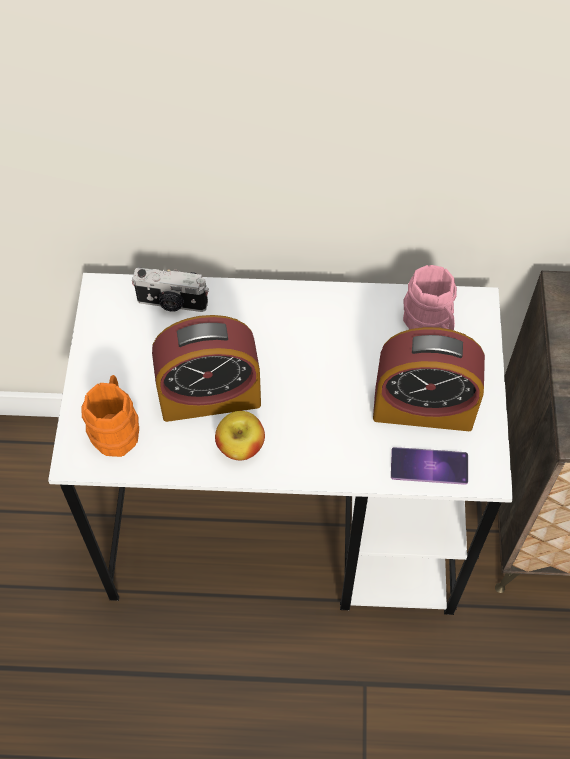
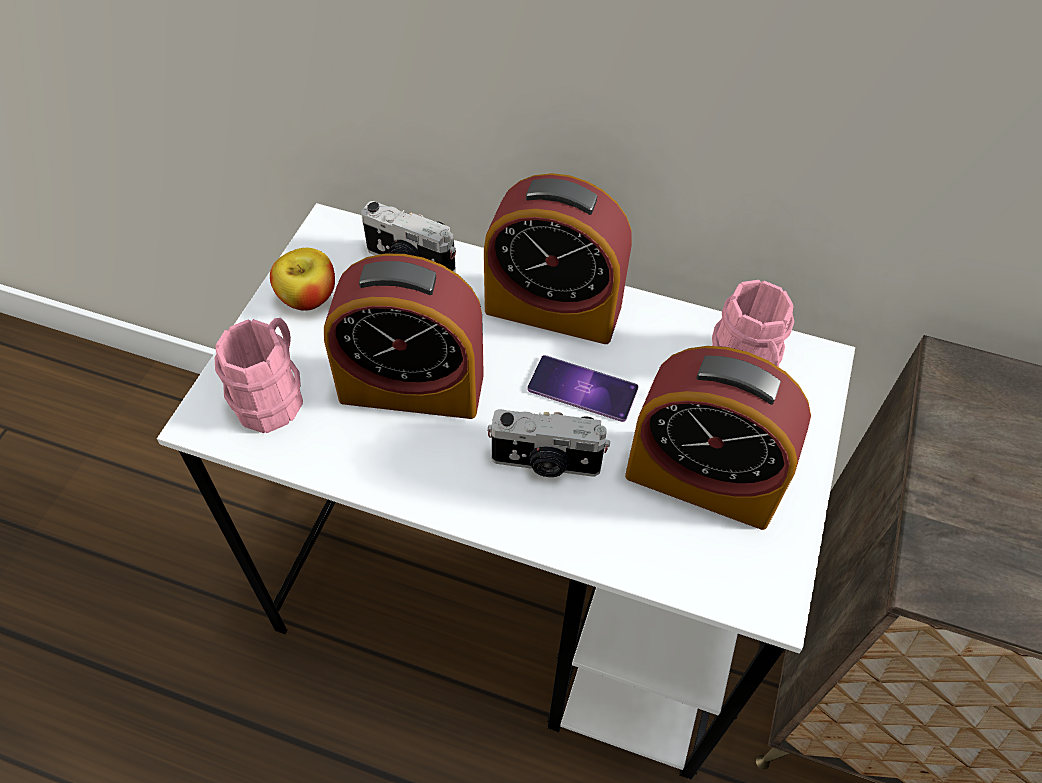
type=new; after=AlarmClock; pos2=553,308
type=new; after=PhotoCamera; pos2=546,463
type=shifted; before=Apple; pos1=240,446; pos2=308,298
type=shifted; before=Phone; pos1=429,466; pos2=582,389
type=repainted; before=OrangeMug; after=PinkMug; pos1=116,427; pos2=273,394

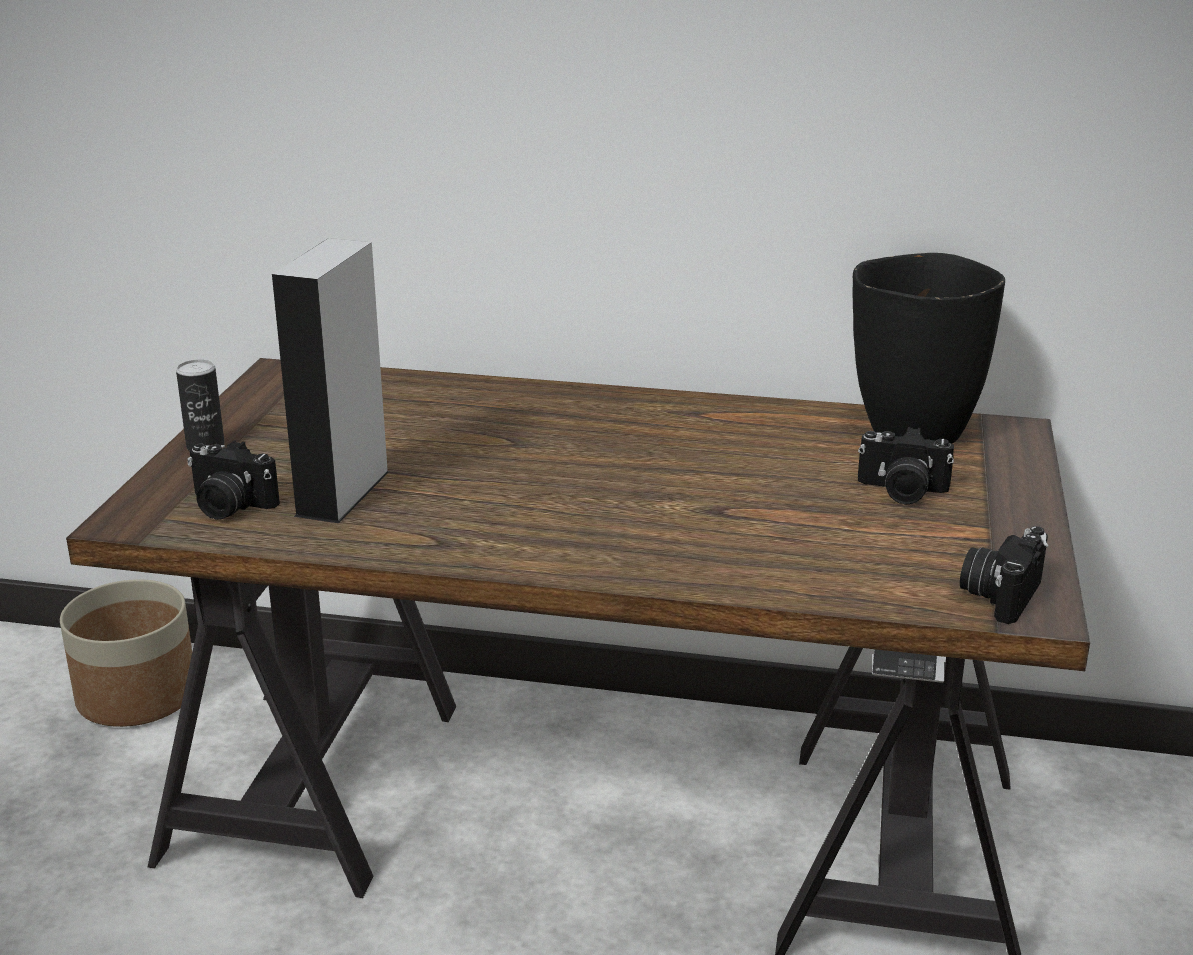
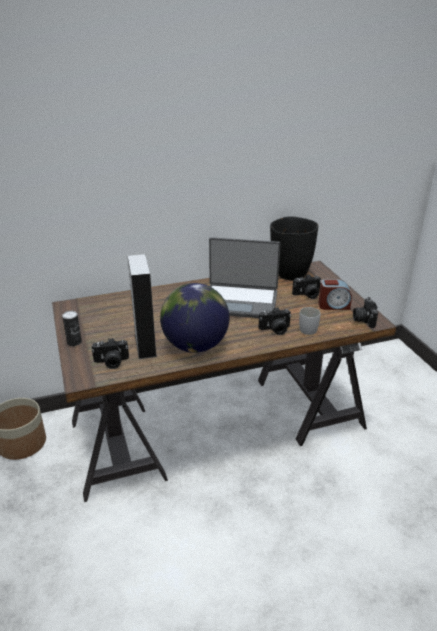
type=new; after=Globe; pos2=195,346
type=new; after=Laptop; pos2=240,302
type=new; after=PhotoCamera; pos2=275,330
type=new; after=WhiteMug; pos2=309,328
type=new; after=AlarmClock; pos2=333,305

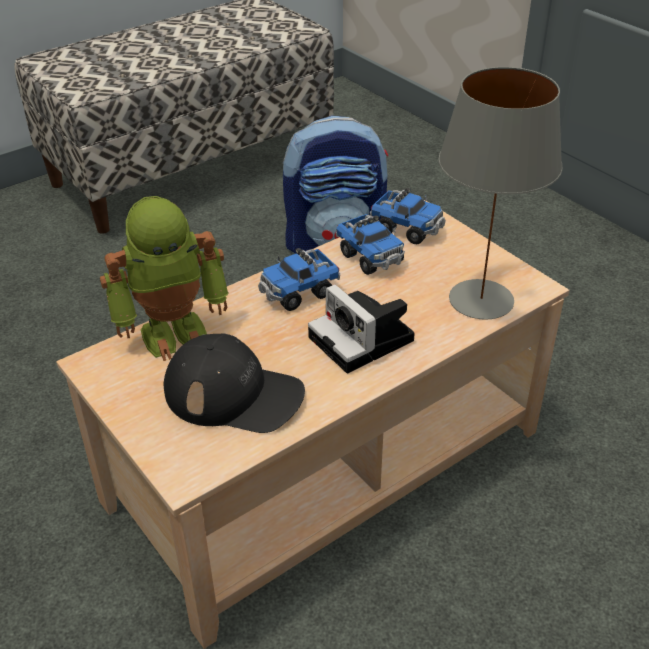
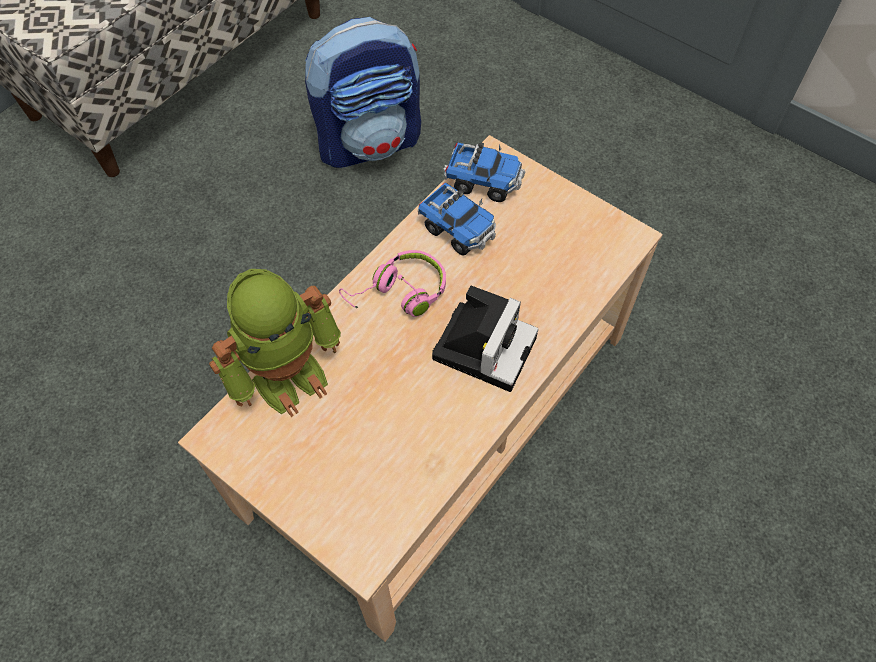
type=gone; before=BlackCap; pos1=234,394
type=gone; before=GreyTableLamp; pos1=480,298
type=swapped; before=ToyTruck; after=PinkHeadphones; pos1=299,292; pos2=399,293
type=rotated; before=PhotoCamera; pos1=364,340; pos2=484,344; turn=-105

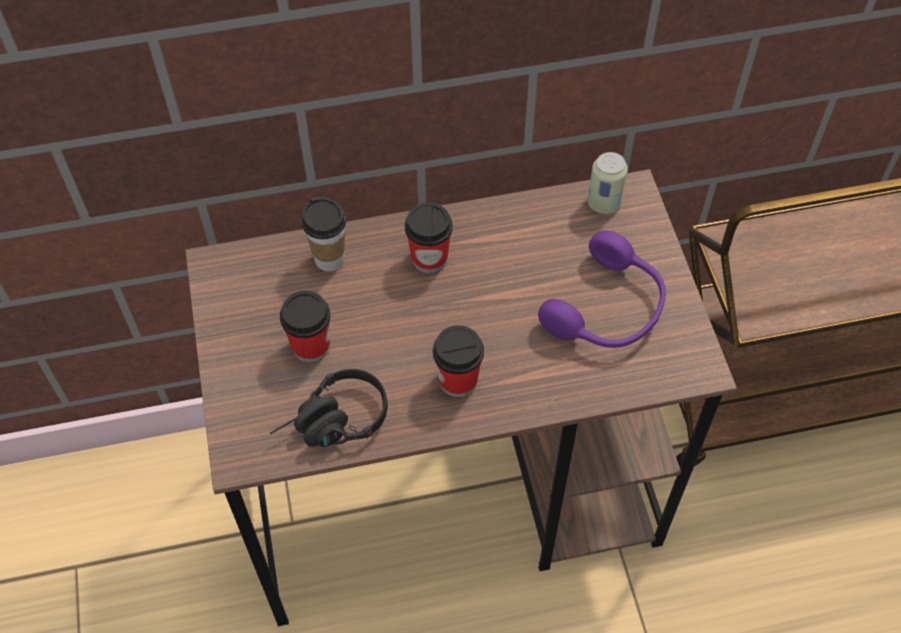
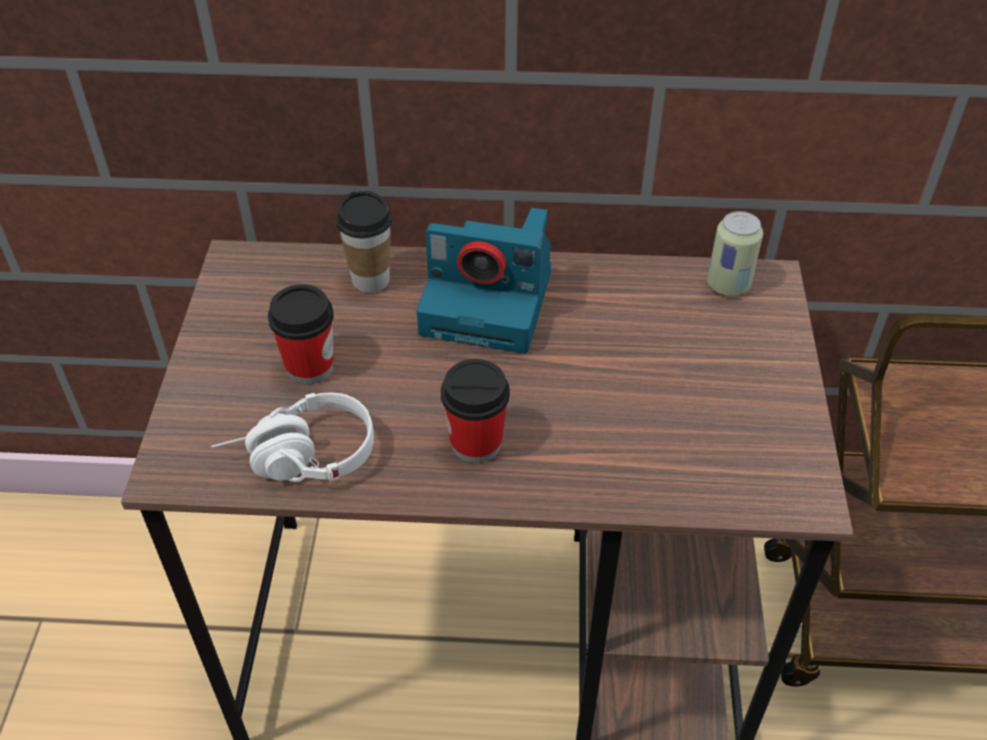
type=gone; before=PurpleHeadphones; pos1=608,309
type=swapped; before=Cup; after=PhotoCamera; pos1=429,258; pos2=490,302
type=repainted; before=BlackHeadphones; after=WhiteHeadphones; pos1=332,425; pos2=298,460

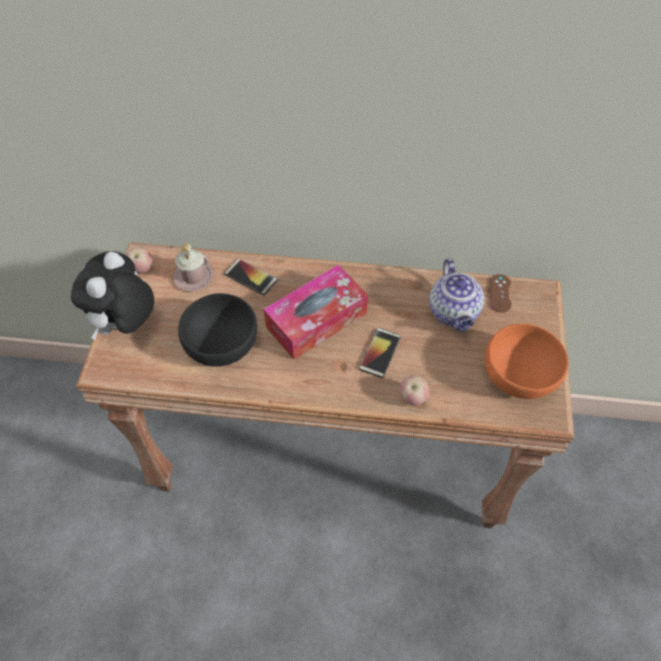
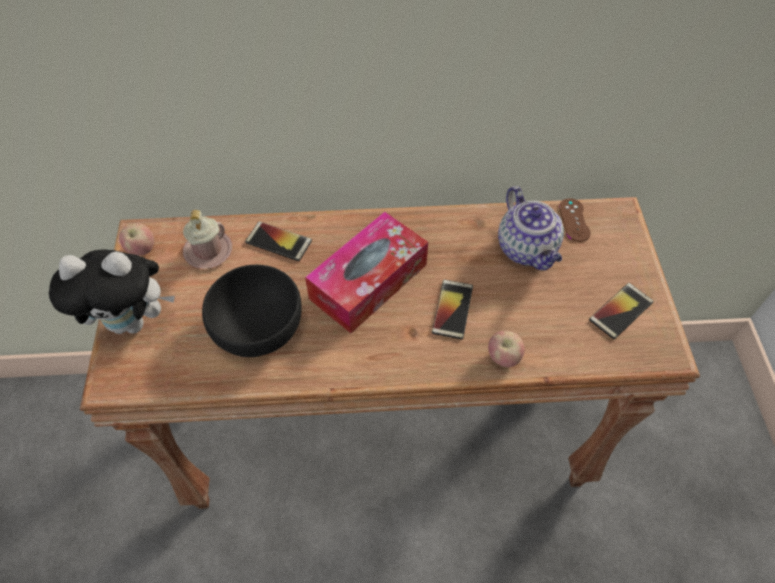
type=swapped; before=OrangeBowl; after=Phone; pos1=520,375; pos2=621,311
type=rotated; before=PlushToy; pos1=126,325; pos2=133,321; turn=-105

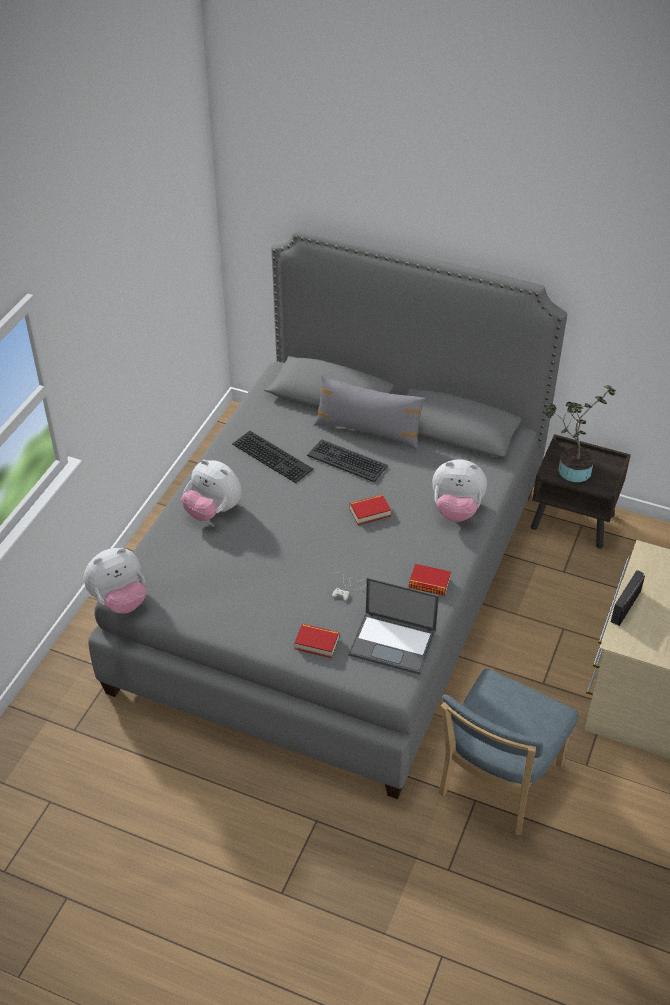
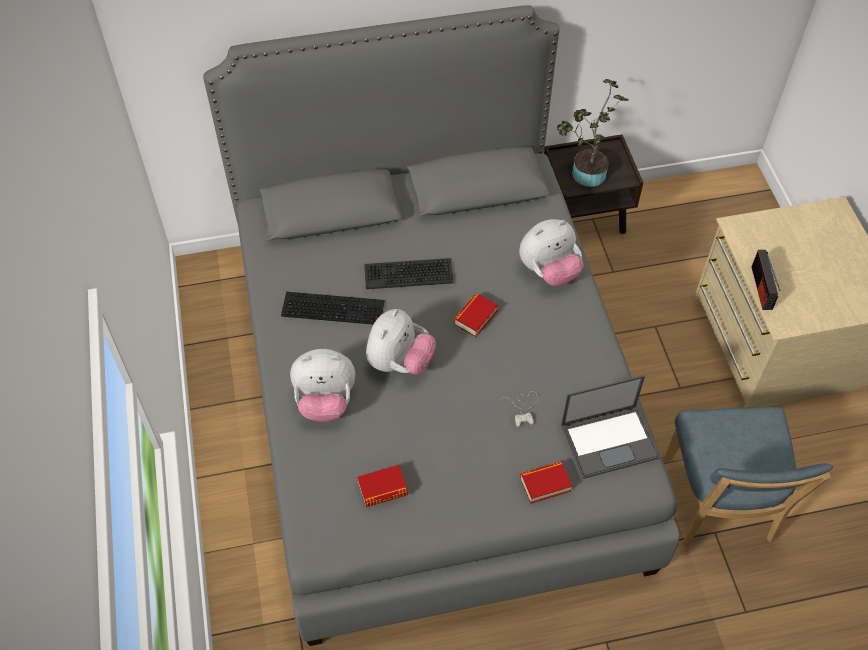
type=gone; before=GreyPillow; pos1=368,431
type=shifted; before=PlushToy; pos1=120,600; pos2=399,362
type=shifted; before=Book; pos1=429,583; pos2=382,489

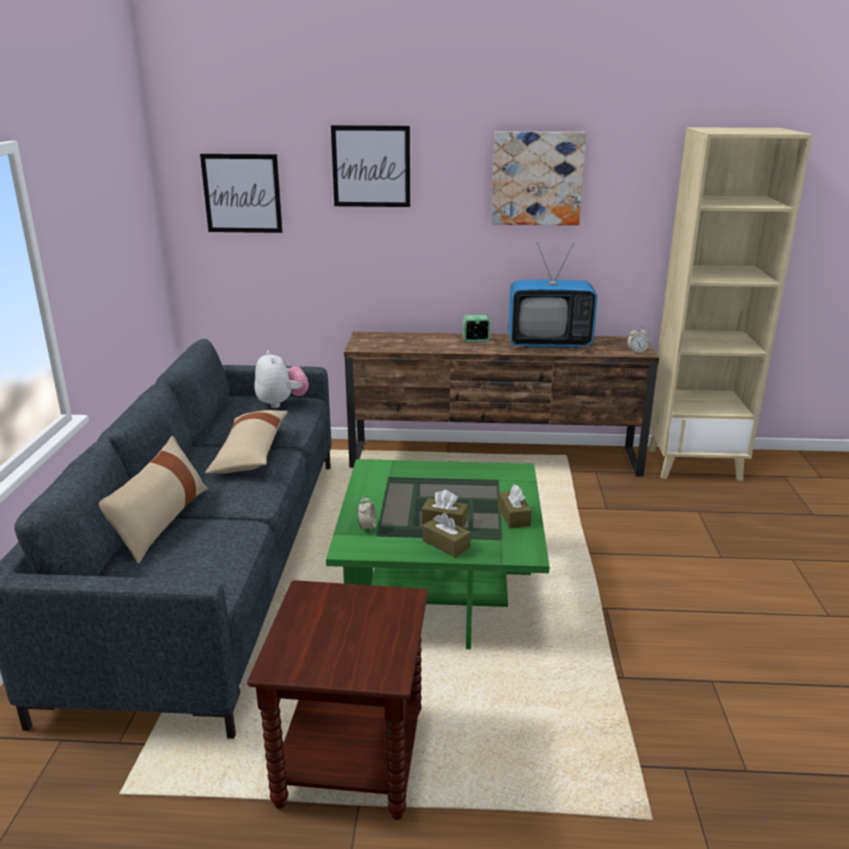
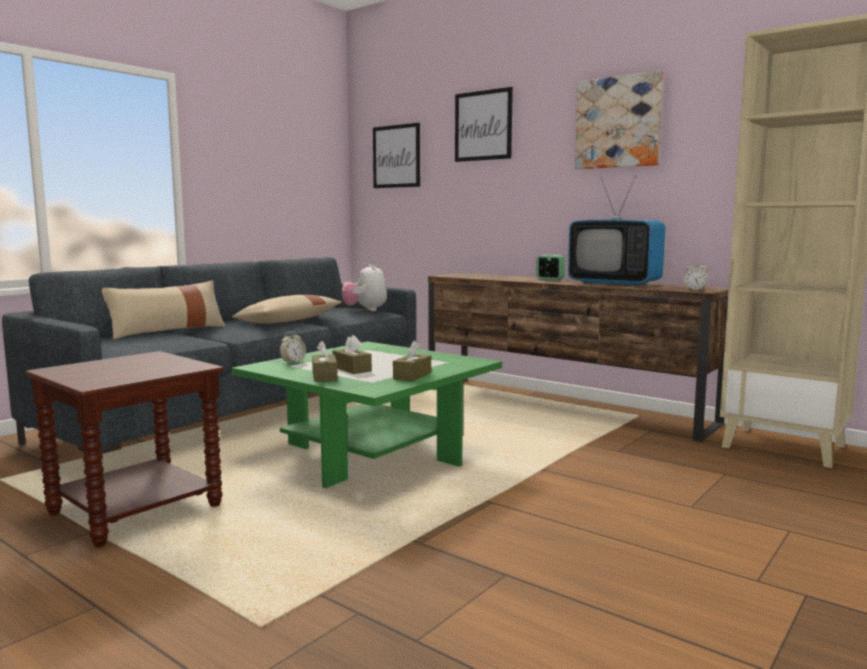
type=rotated; before=PlushToy; pos1=281,403; pos2=365,310; turn=150

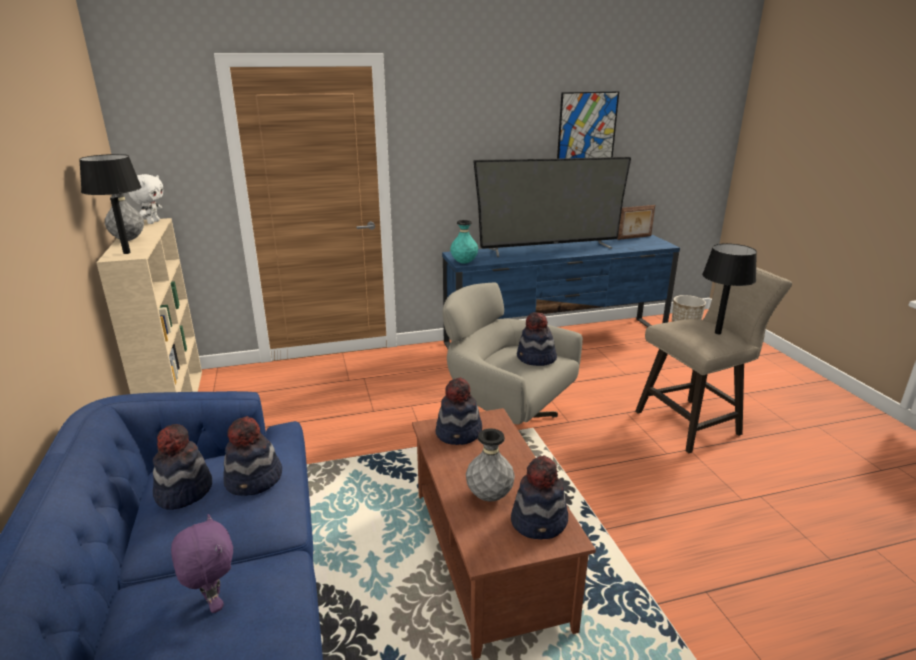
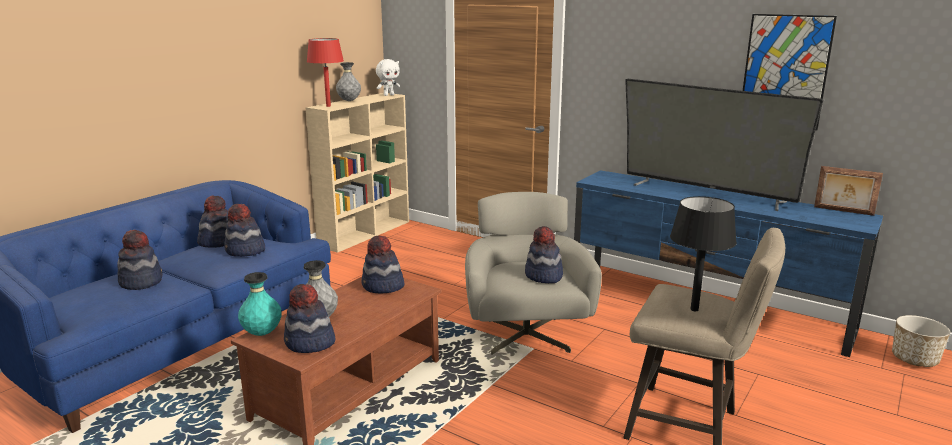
type=shifted; before=TurquoiseVase; pos1=464,263; pos2=262,333
type=swapped; before=PurplePlushToy; after=Hat; pos1=213,603; pos2=141,282
type=repainted; before=BlackTableLamp; after=RedTableLamp; pos1=126,253; pos2=328,106

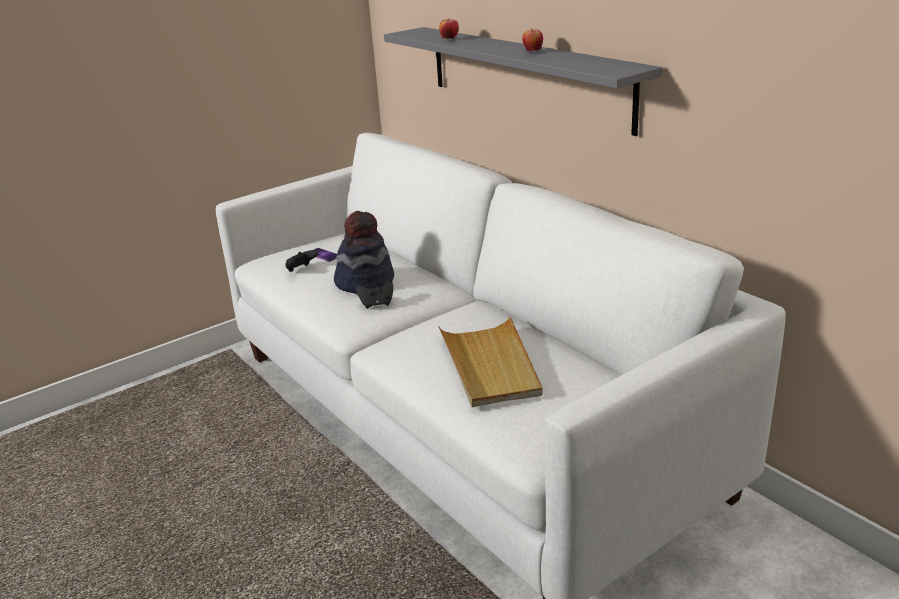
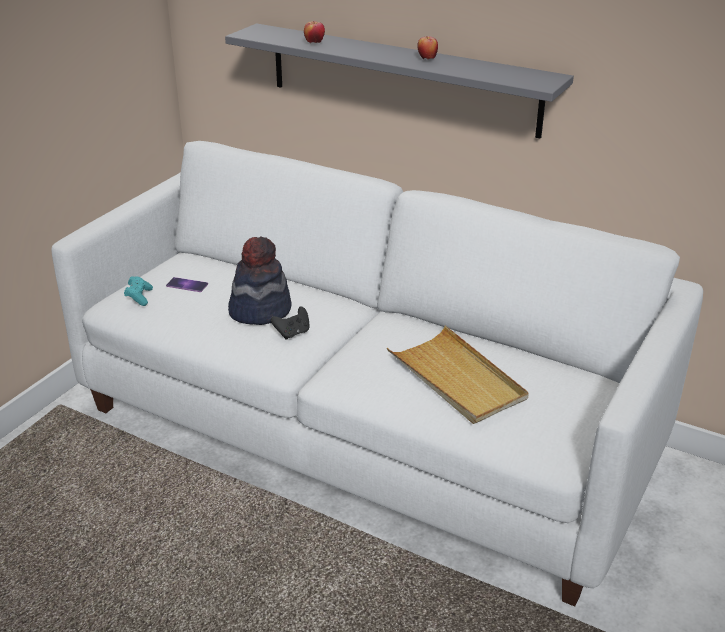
type=gone; before=BlackGameController; pos1=301,270
type=new; after=TurquoiseGameController; pos2=139,297

